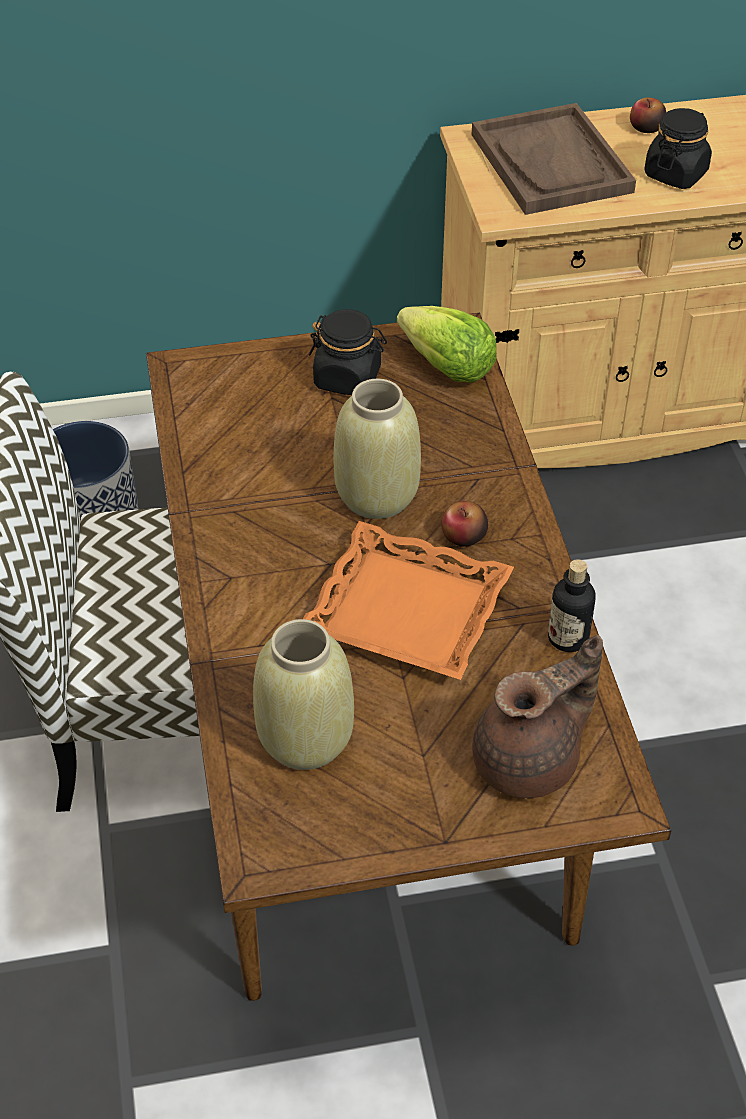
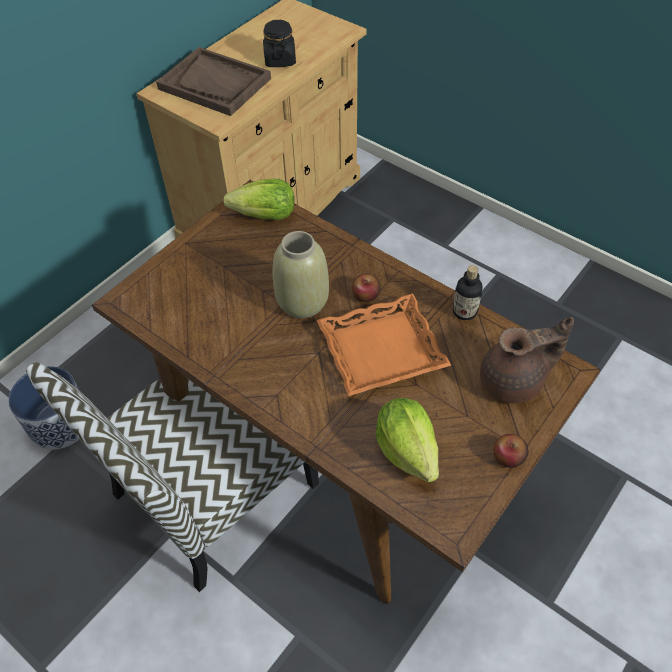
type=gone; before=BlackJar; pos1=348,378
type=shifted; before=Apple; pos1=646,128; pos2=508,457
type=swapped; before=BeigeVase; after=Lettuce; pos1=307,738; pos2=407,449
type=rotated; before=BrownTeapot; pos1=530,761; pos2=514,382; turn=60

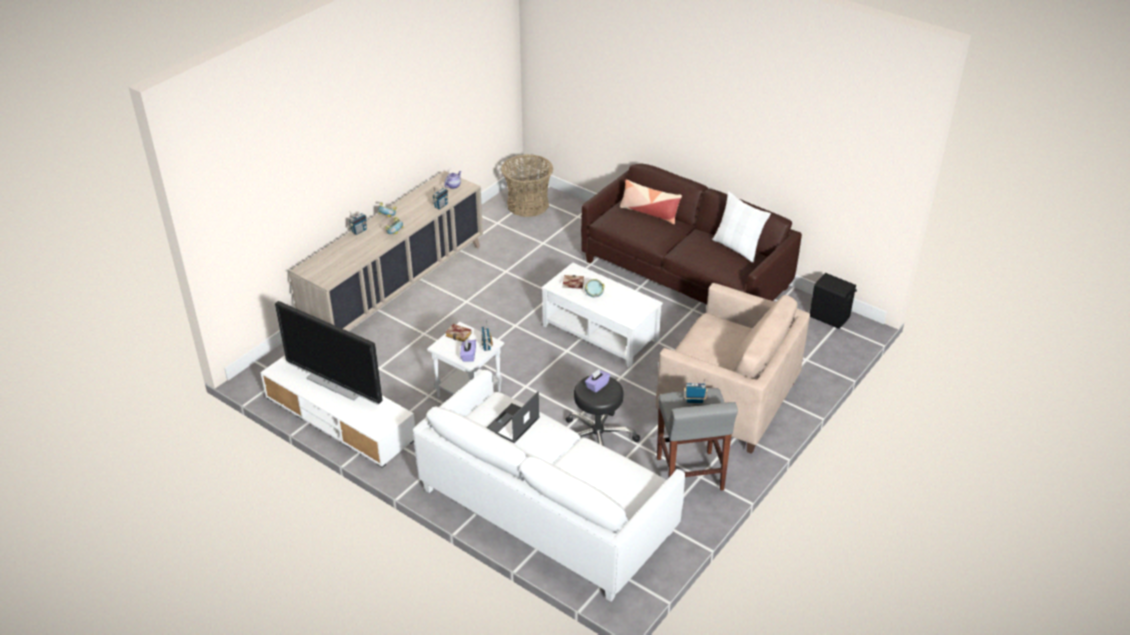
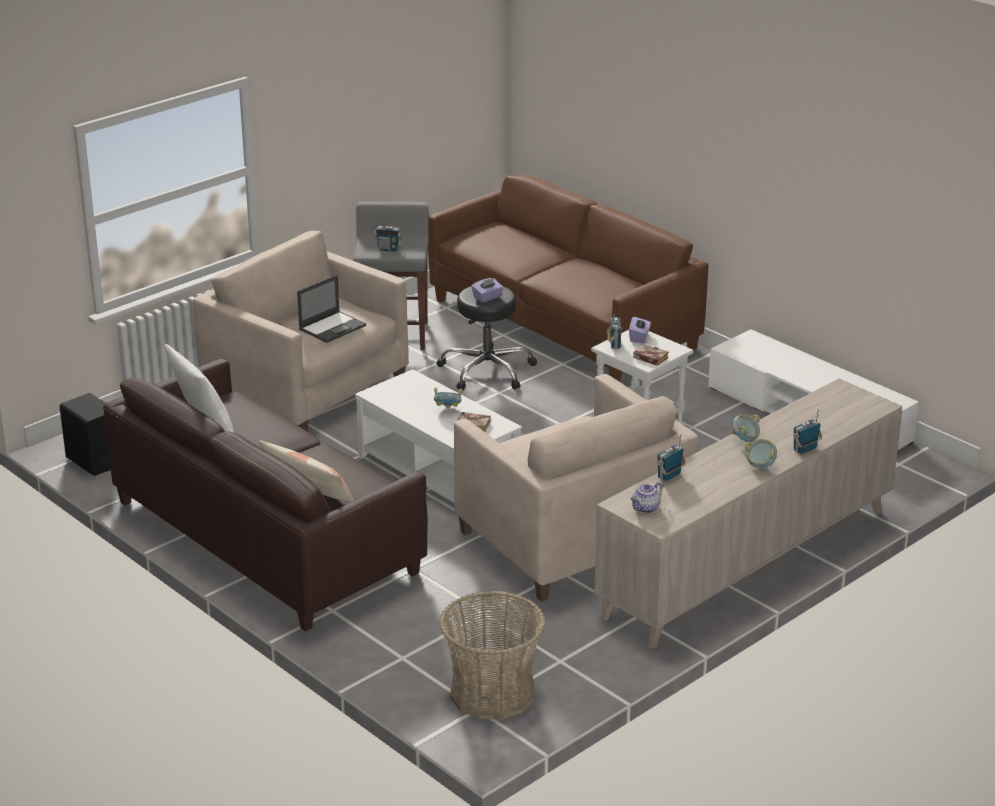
type=gone; before=Television; pos1=336,384
type=new; after=BeigeArmchair; pos2=571,538
type=shifted; before=Laptop; pos1=512,424; pos2=333,327
type=repainted; before=WhiteSofa; after=BrownSofa; pos1=547,509; pos2=562,324

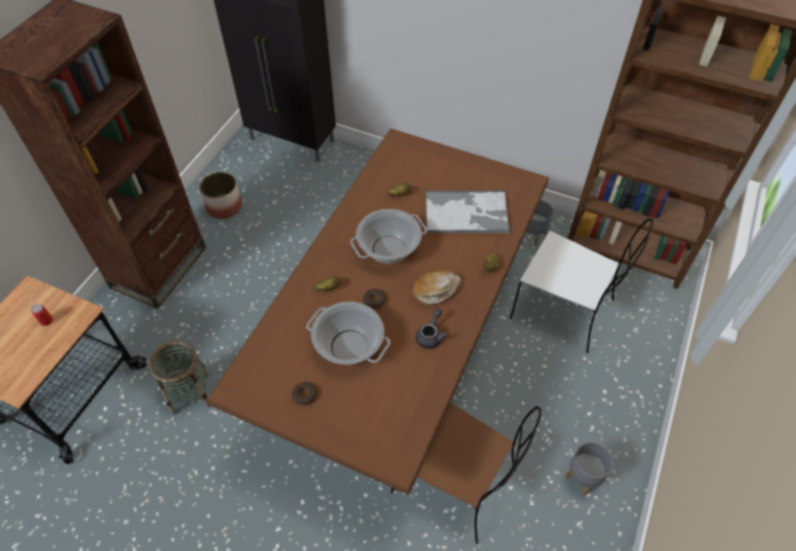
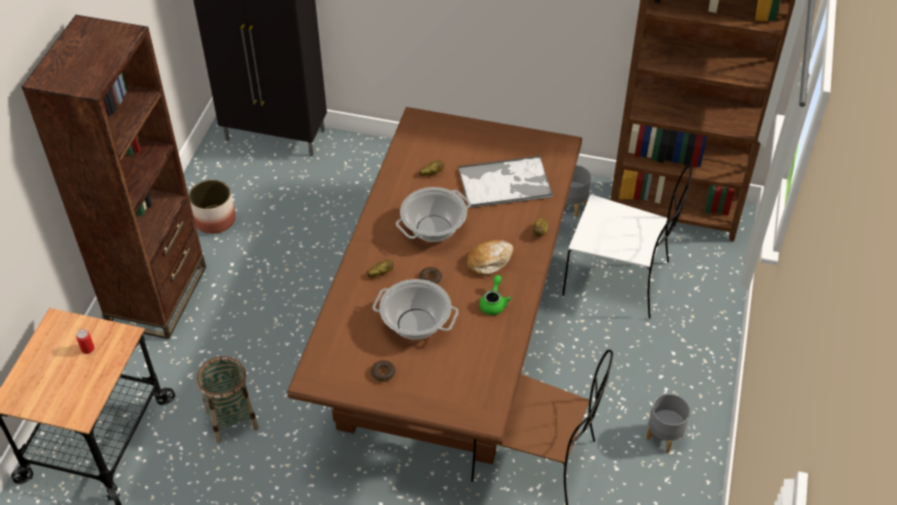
type=repainted; before=GreyTeapot; after=GreenTeapot; pos1=431,335; pos2=494,303

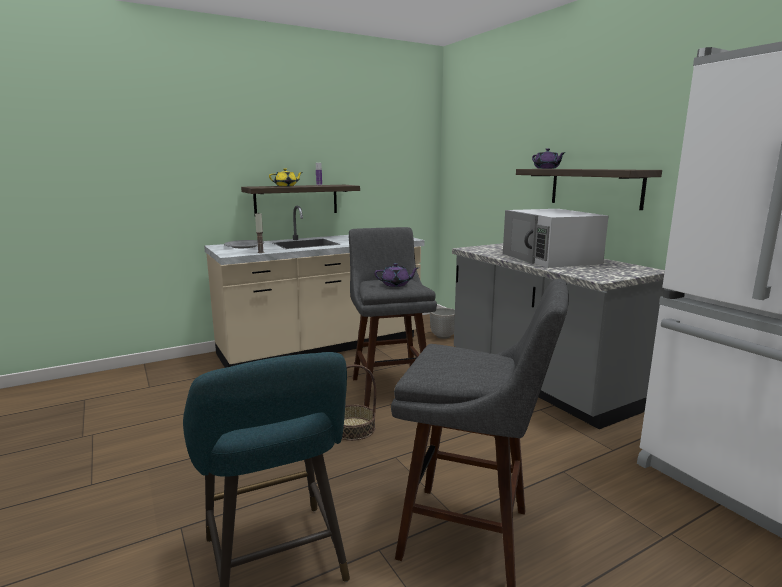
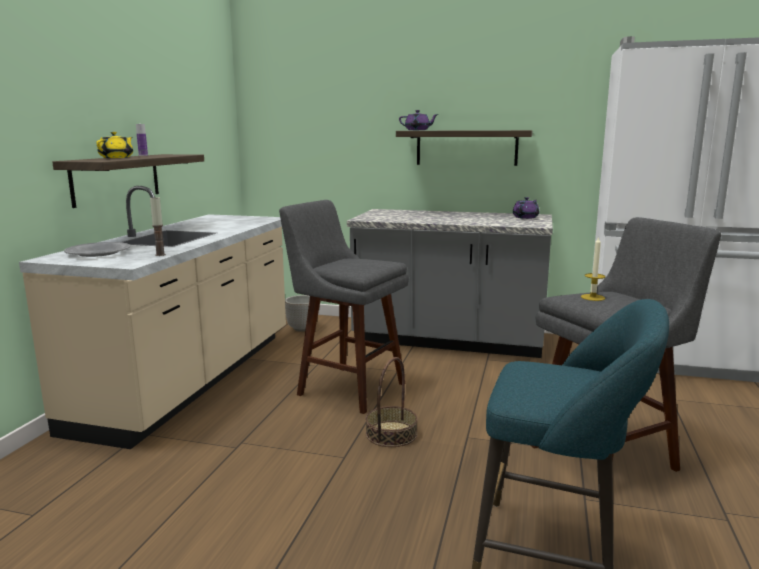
type=gone; before=WhiteMicrowave; pos1=550,258
type=new; after=Candle; pos2=593,297
type=shifted; before=PurpleTeapot; pos1=396,284; pos2=526,217

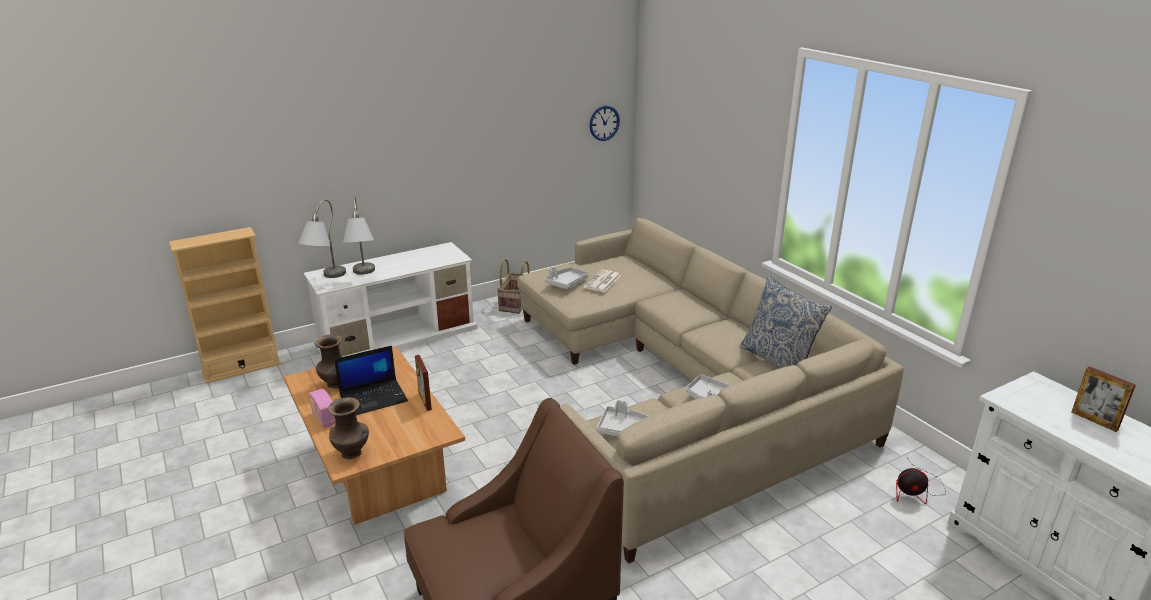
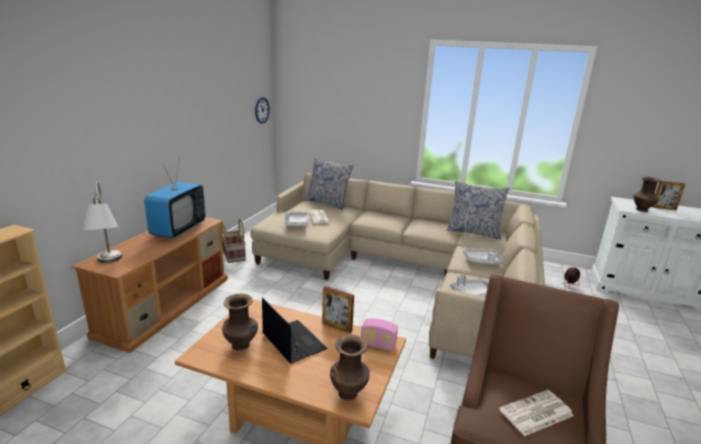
type=gone; before=GreyTableLamp; pos1=363,276
type=new; after=Television; pos2=178,229
type=new; after=Pillow; pos2=327,203
type=new; after=Newspaper; pos2=536,413
type=new; after=BrownVase; pos2=642,210
type=shifted; before=Radio; pos1=324,418; pos2=378,344
type=repainted; before=WhiteTvStand; after=BrownTvStand; pos1=398,336; pos2=166,305
type=rotated; before=Laptop; pos1=374,398; pos2=293,341; turn=-60

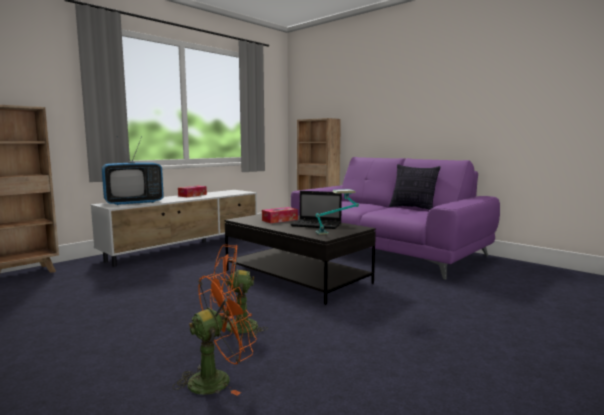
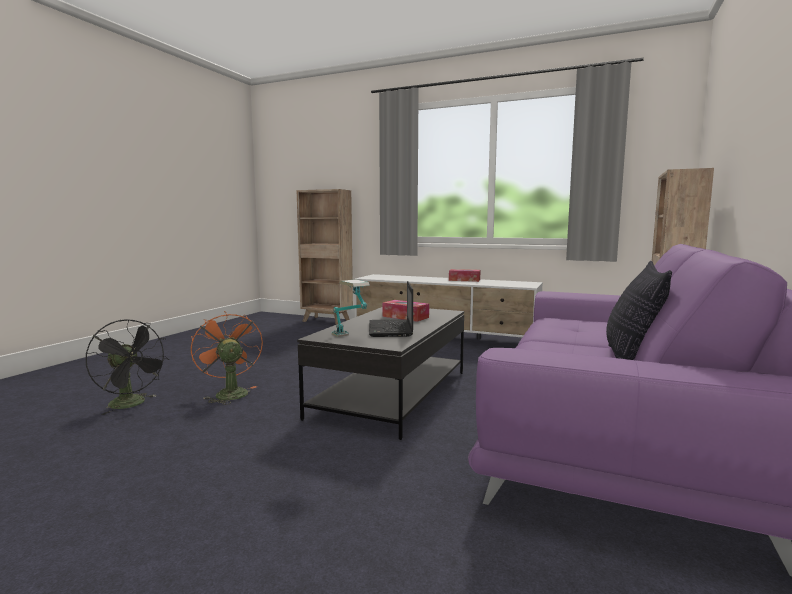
type=gone; before=Television; pos1=134,202
type=repainted; before=OrangeFan; after=BlackFan; pos1=217,379; pos2=132,404

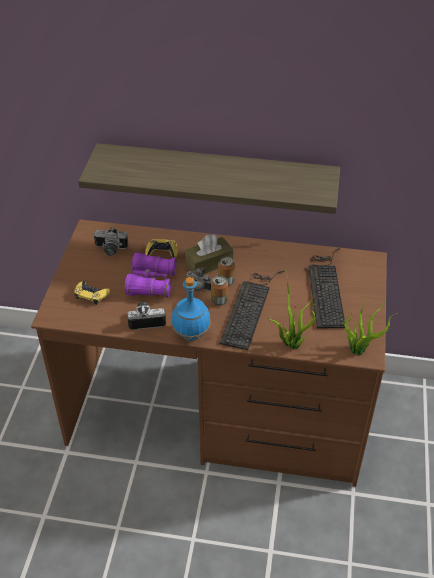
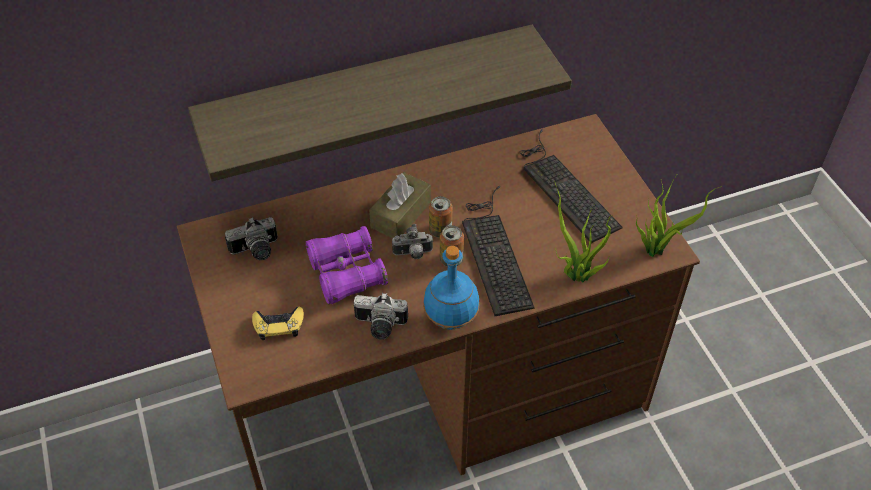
type=gone; before=YellowGameController; pos1=162,252
type=rotated; before=PhotoCamera; pos1=146,320; pos2=379,326; turn=-135

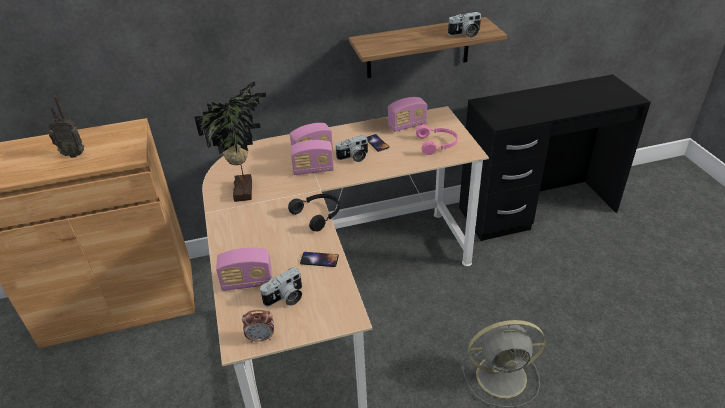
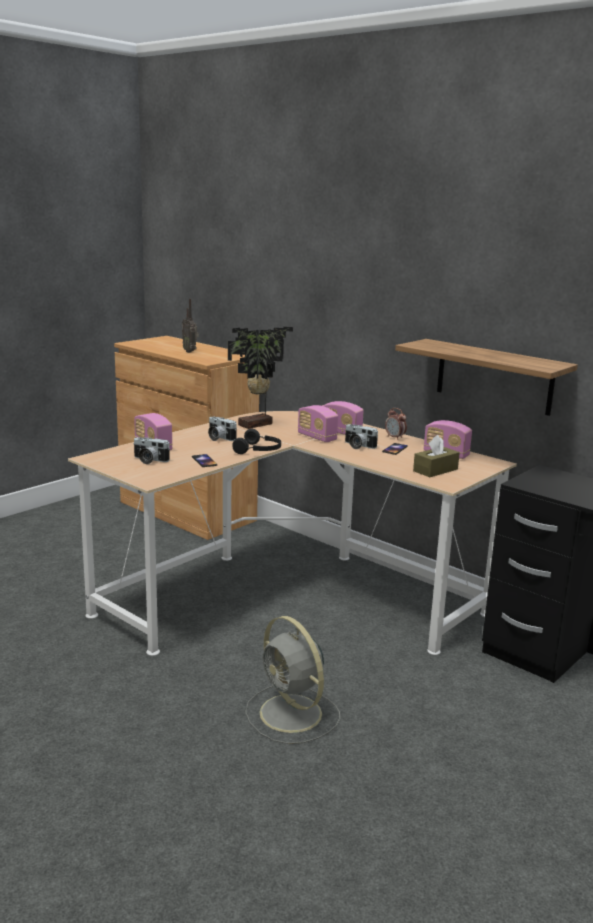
type=shifted; before=AlarmClock; pos1=261,338; pos2=395,437
type=shifted; before=PhotoCamera; pos1=465,34; pos2=219,438
type=swapped; before=PinkHeadphones; after=BrownTissueBox; pos1=437,144; pos2=435,470

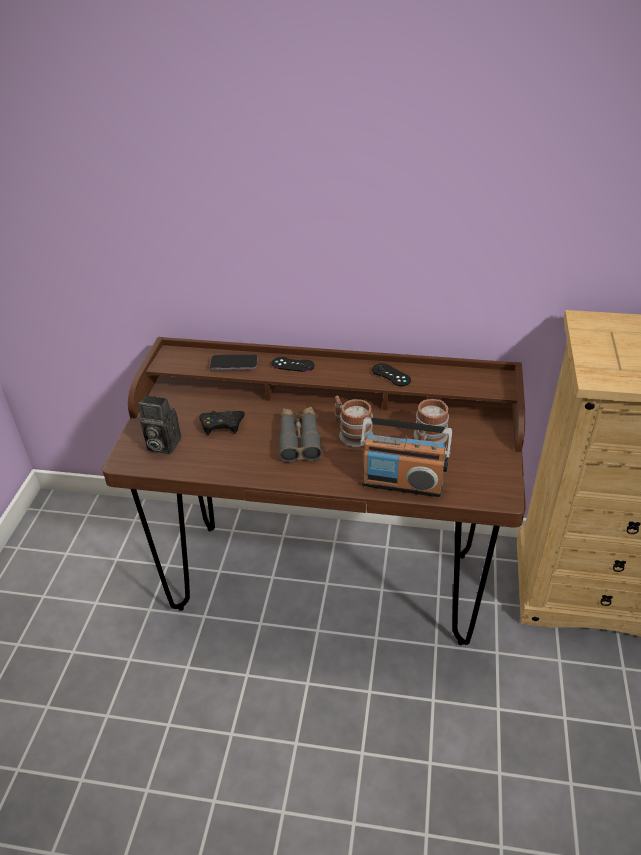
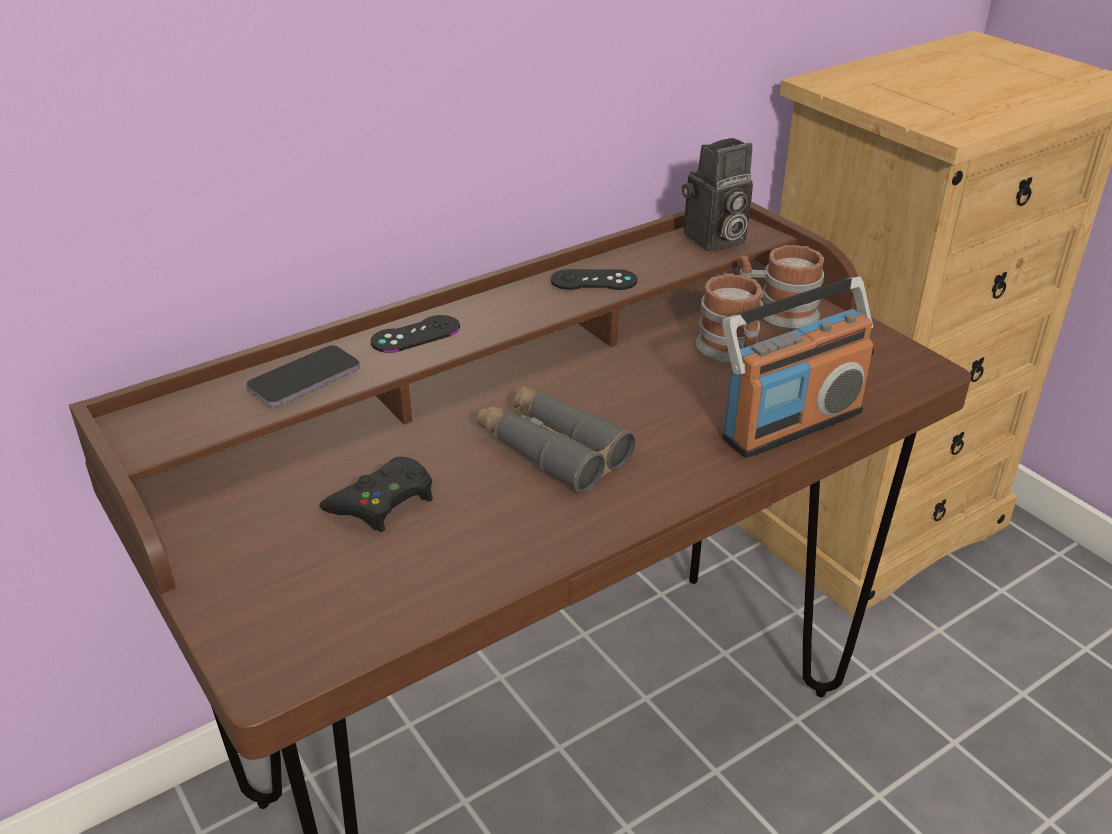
type=shifted; before=PhotoCamera; pos1=161,445; pos2=714,240
type=shifted; before=Mug; pos1=351,433; pos2=777,314

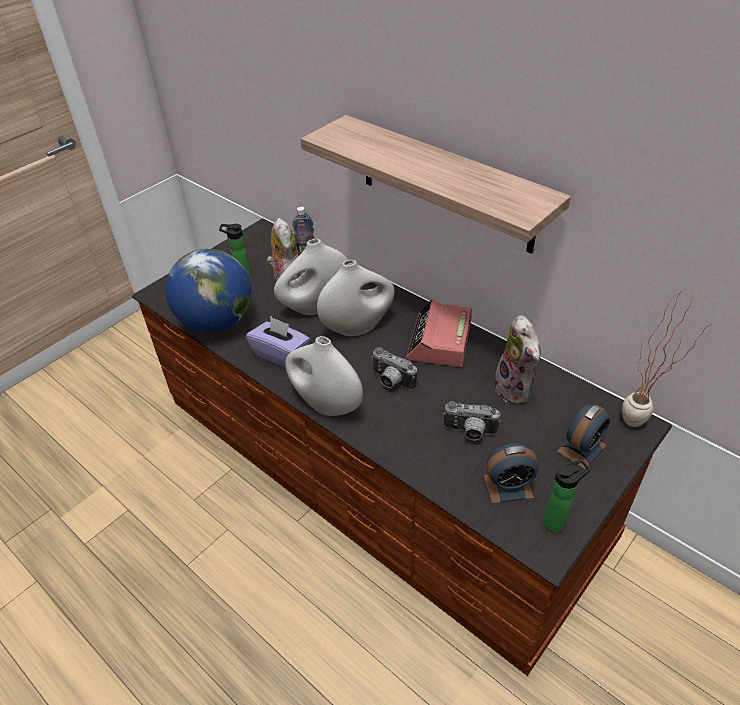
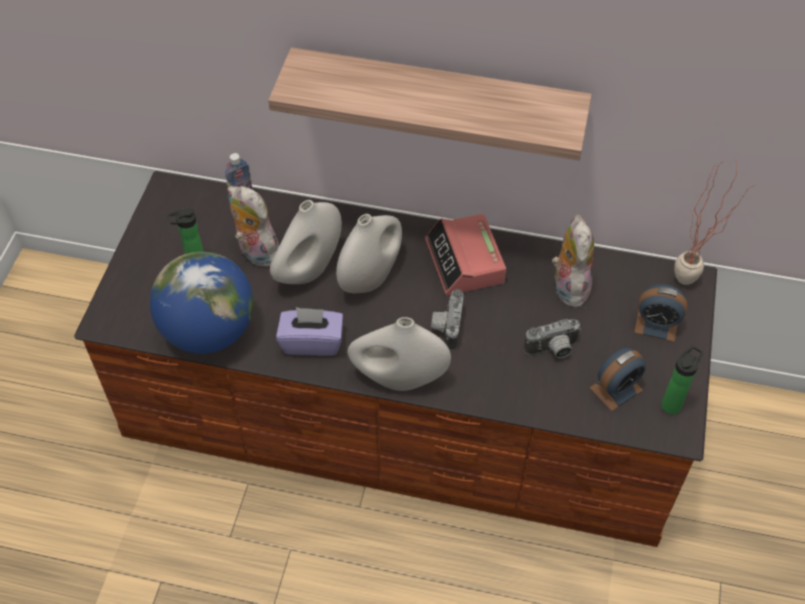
type=rotated; before=PhotoCamera; pos1=390,382; pos2=446,327; turn=90
type=rotated; before=PlushToy; pos1=516,389; pos2=568,286; turn=-135
type=rotated; before=AlarmClock; pos1=581,448; pos2=656,324; turn=90

